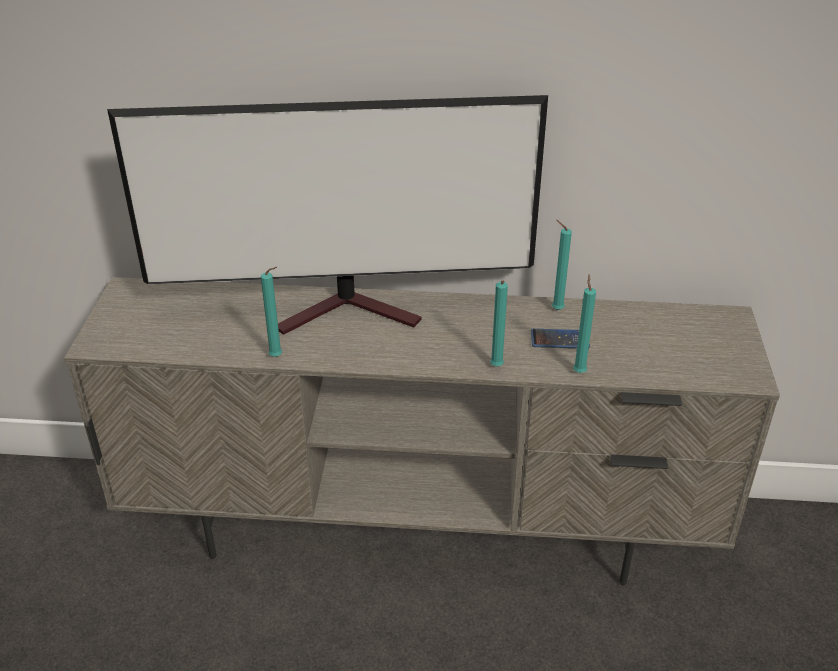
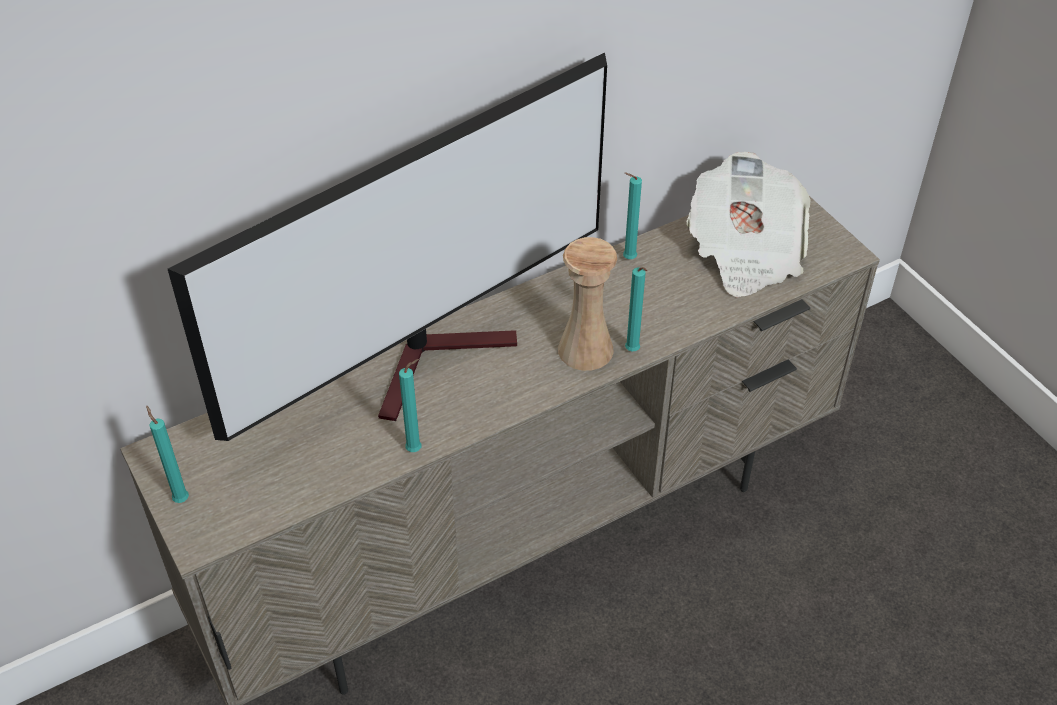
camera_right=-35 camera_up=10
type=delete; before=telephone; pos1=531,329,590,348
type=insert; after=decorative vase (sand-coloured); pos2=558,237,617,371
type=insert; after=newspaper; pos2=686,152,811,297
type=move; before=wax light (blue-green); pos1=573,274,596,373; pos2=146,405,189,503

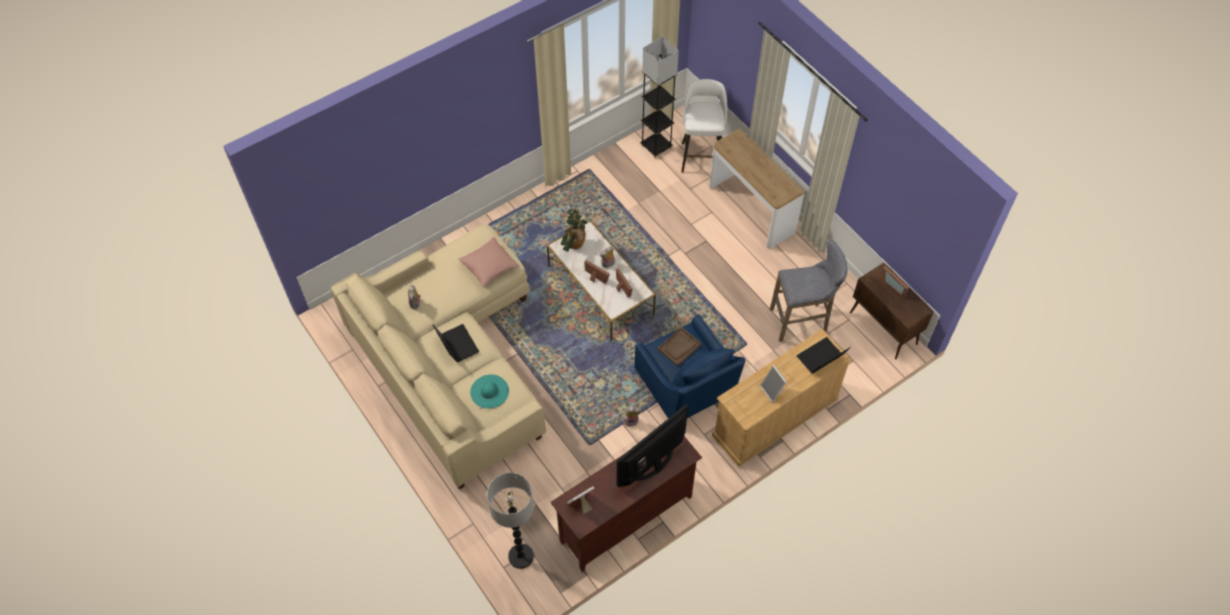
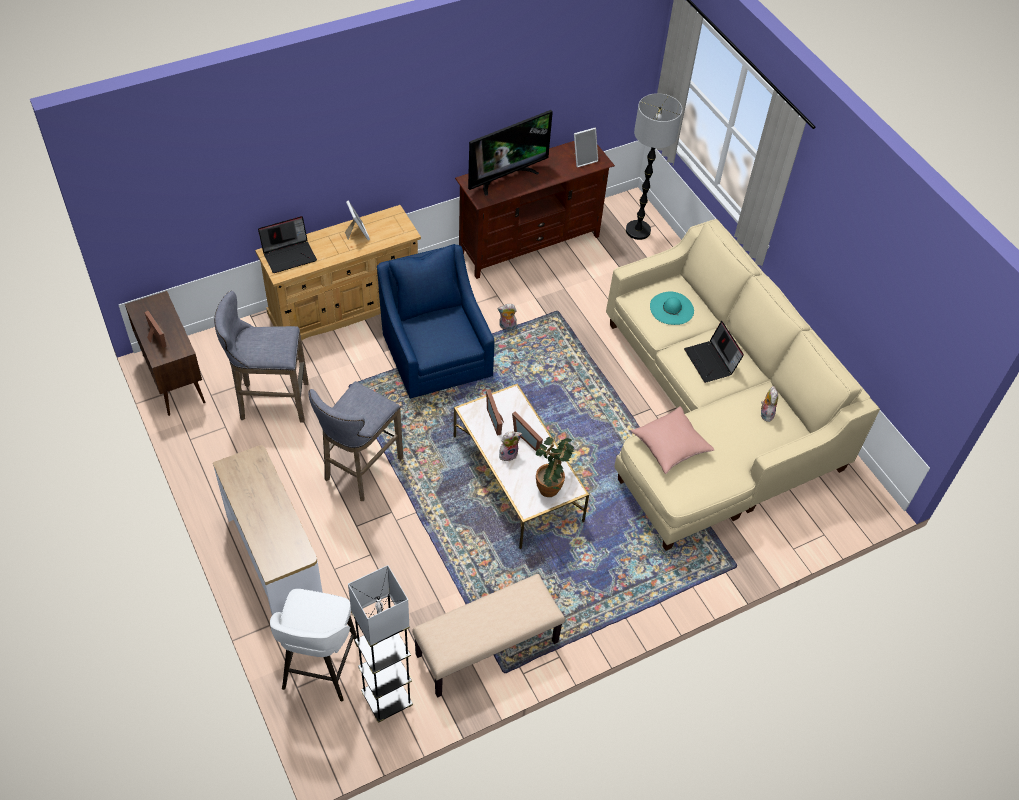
camera_right=-175 camera_up=-5
type=delete; before=serving tray (brownish); pos1=657,327,702,367
type=insert; after=stool seat (grey); pos2=308,381,403,501
type=insert; after=long seat (sand-coloured); pos2=412,574,565,697

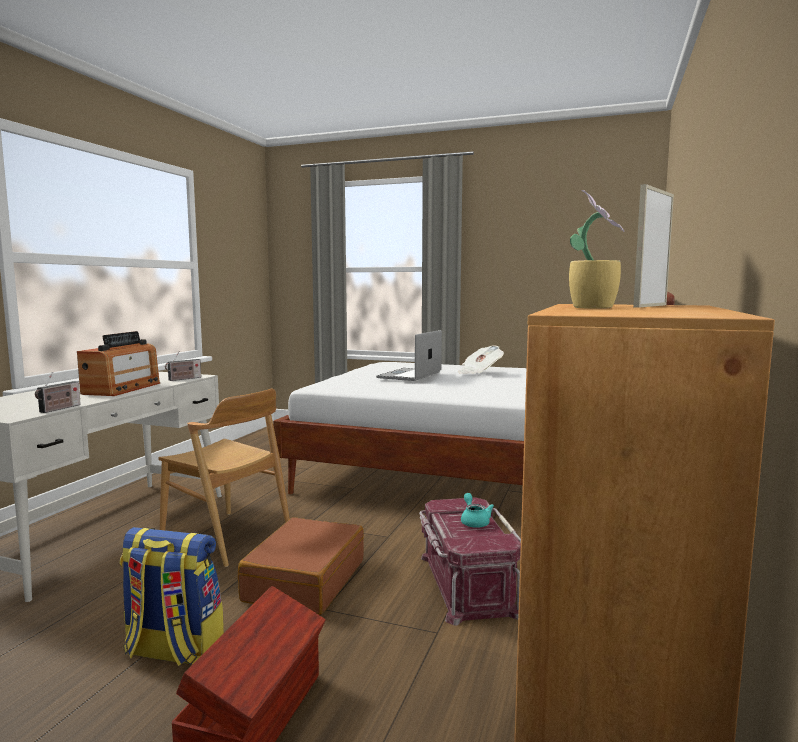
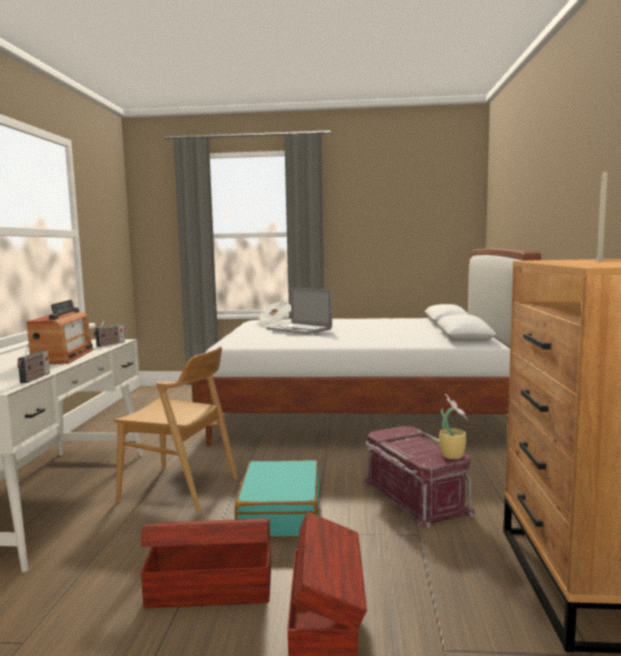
camera_right=-15 camera_up=0
type=delete; before=pot for tea (blue-green); pos1=461,493,494,528
type=move; before=newspaper; pos1=458,345,504,374; pos2=255,301,291,326
type=move; before=potted plant; pos1=569,190,624,309; pos2=439,394,468,459
type=replace; before=backpack; after=storage box (brownish); pos1=120,527,224,666; pos2=141,518,271,608
type=recolor; before=travel case (brownish); after=travel case (blue-green); pos1=238,517,364,615; pos2=235,460,320,538
type=rotate; before=notebook computer; pos1=376,330,442,381; pos2=266,288,332,334; turn=-60

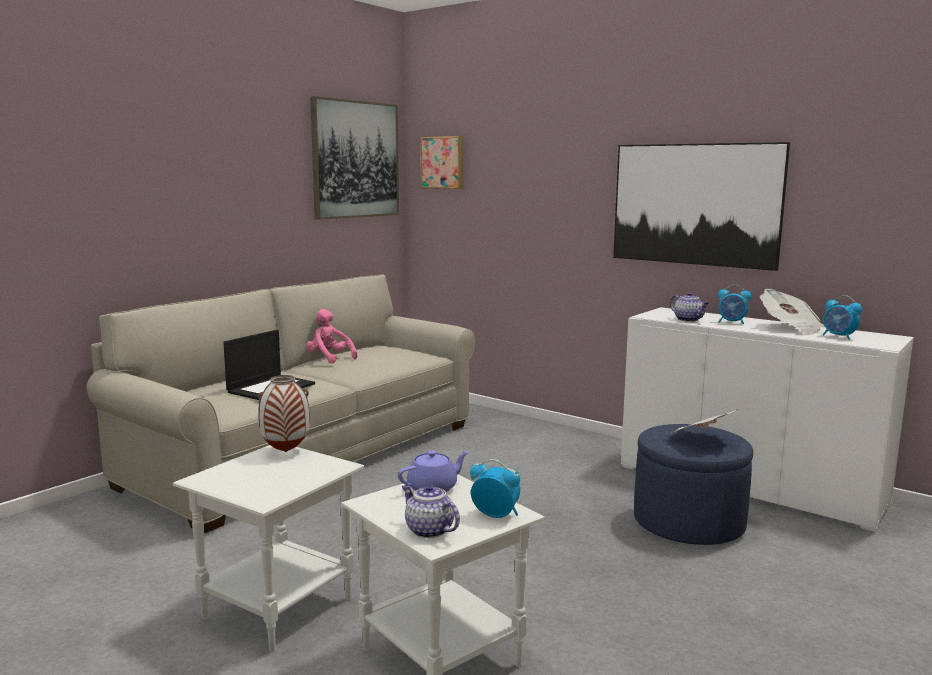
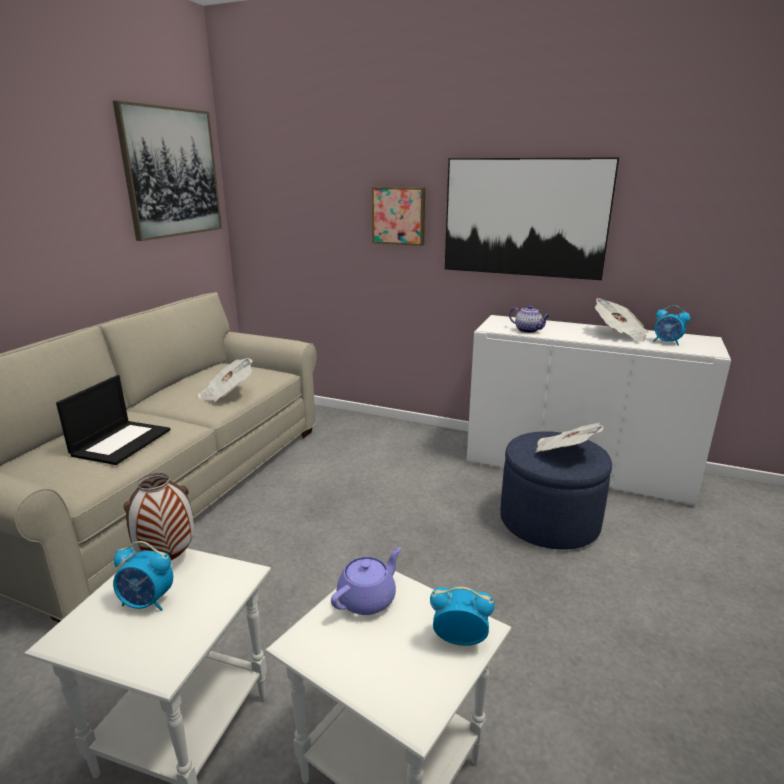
camera_right=-15 camera_up=10
type=delete; before=cuddly toy (pink-coloured); pos1=306,309,358,363
type=delete; before=pot for tea; pos1=402,484,460,538
type=insert; after=newspaper; pos2=197,358,253,401
type=move; before=picture; pos1=420,136,463,189; pos2=372,187,425,246
type=move; before=bedside clock; pos1=718,284,752,324; pos2=113,541,173,611

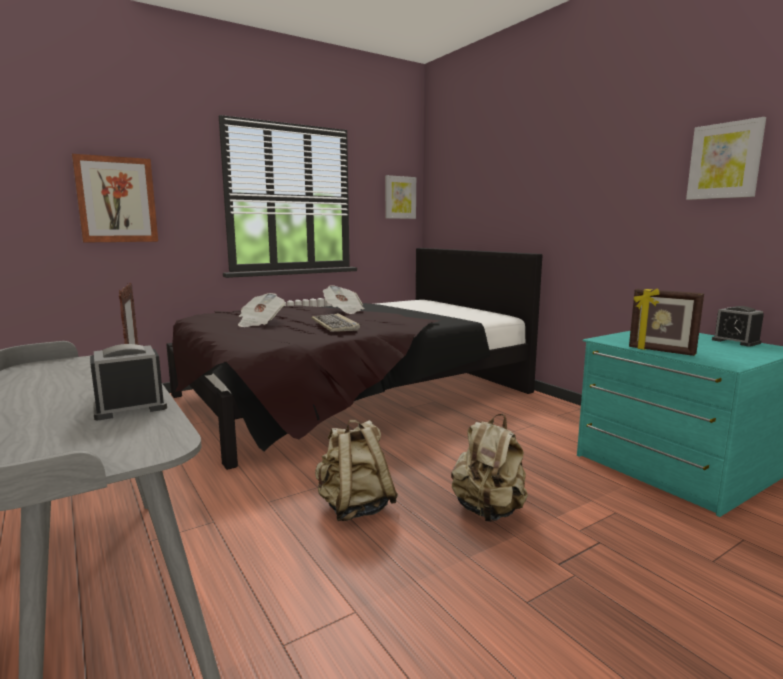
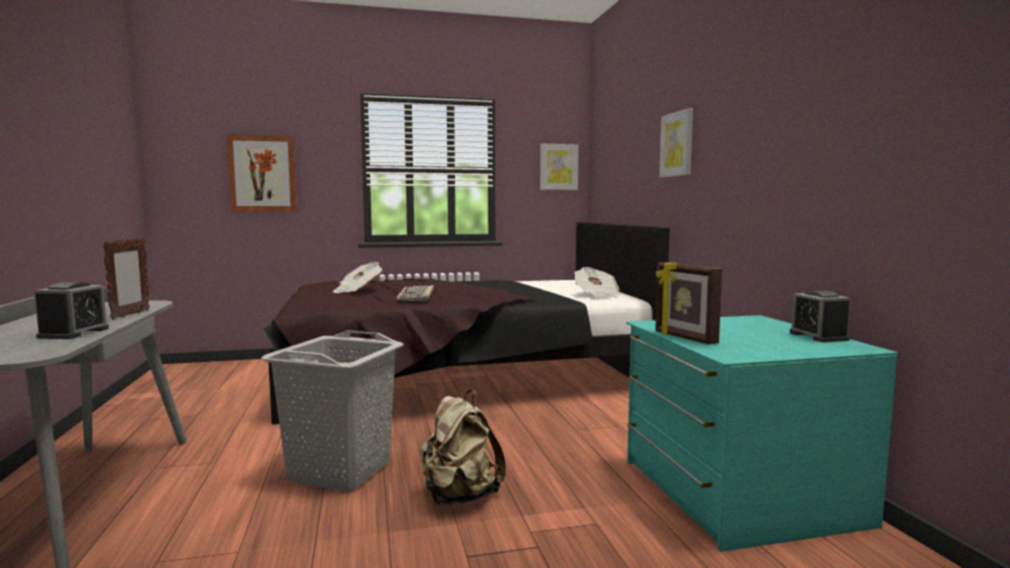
camera_right=20 camera_up=-5
type=move; before=newspaper; pos1=323,285,364,314; pos2=574,267,620,300
type=move; before=picture; pos1=686,117,766,200; pos2=659,108,693,177
type=replace; before=backpack (sand-coloured); after=hamper (grey); pos1=315,420,398,521; pos2=261,330,404,492
type=rotate; before=bedside clock; pos1=90,344,167,420; pos2=34,282,109,339; turn=105

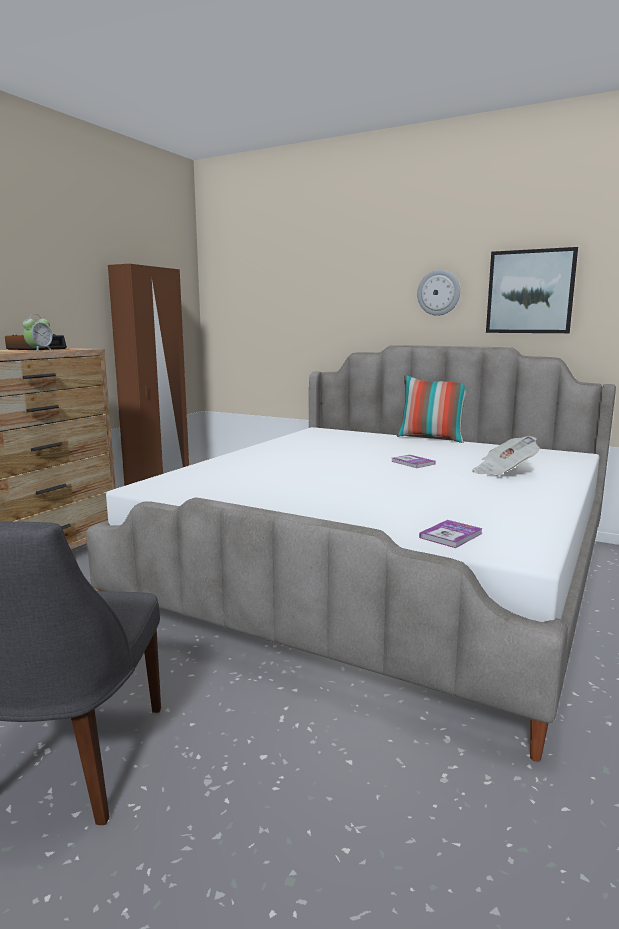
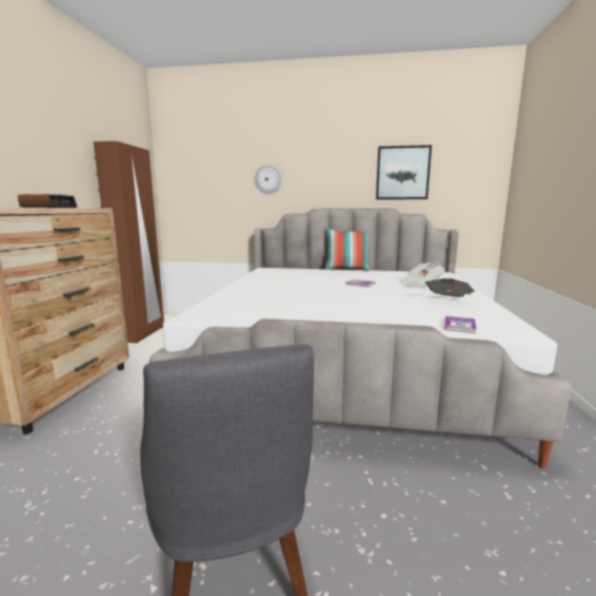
camera_right=-20 camera_up=0
type=delete; before=bedside clock; pos1=22,314,54,351
type=insert; after=newspaper; pos2=425,278,474,297
type=move; before=clock on the wall; pos1=417,270,460,316; pos2=254,165,282,194

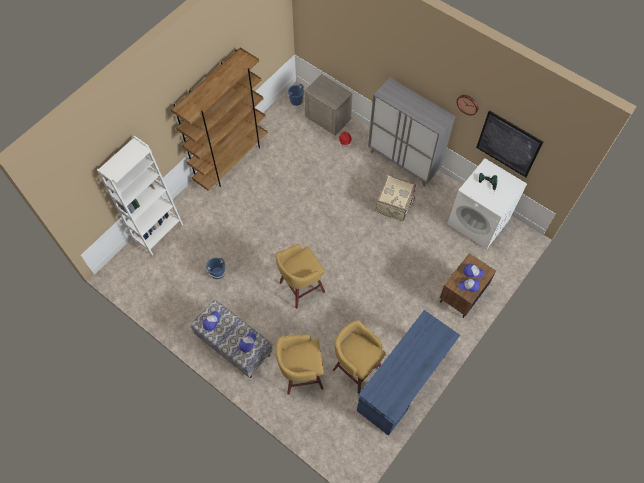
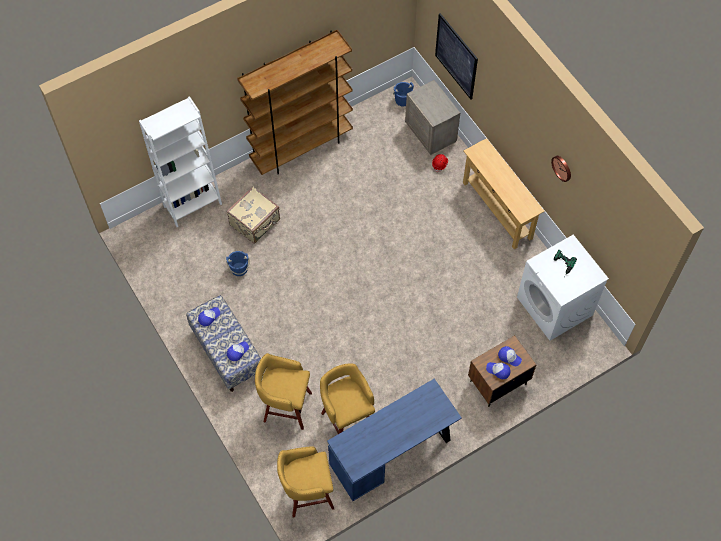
camera_right=20 camera_up=0
type=move; before=stool seat (yellow); pos1=275,244,325,309; pos2=277,446,334,518
type=move; before=travel case (sand-coloured); pos1=375,175,416,221; pos2=226,187,280,244
type=move; before=picture; pos1=476,110,543,177; pos2=435,13,478,100
type=replace; before=storage cabinet (grey); after=hall table (sand-coloured); pos1=368,78,455,187; pos2=463,138,545,249

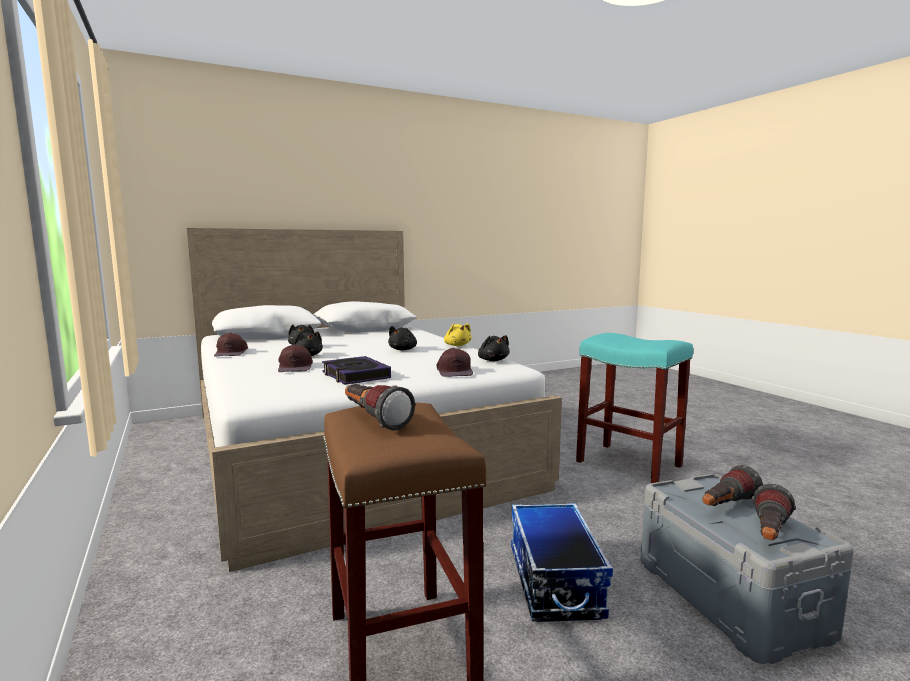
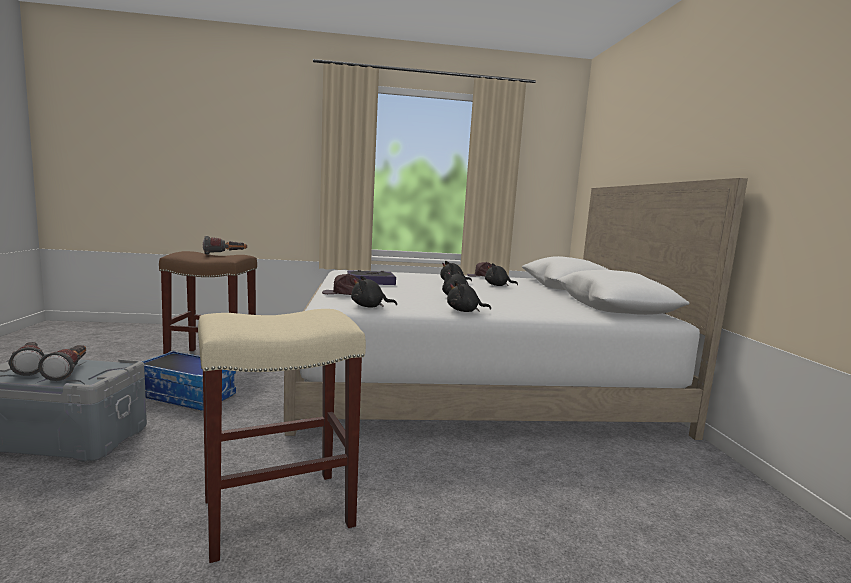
camera_right=110 camera_up=0
type=delete; before=cap (brownish); pos1=278,344,313,372
type=recolor; before=cuddly toy (yellow); after=cuddly toy (blackish); pos1=444,323,471,346; pos2=447,280,491,312
type=recolor; before=stool seat (blue-green); after=stool seat (sand-coloured); pos1=576,333,693,483; pos2=198,309,366,563

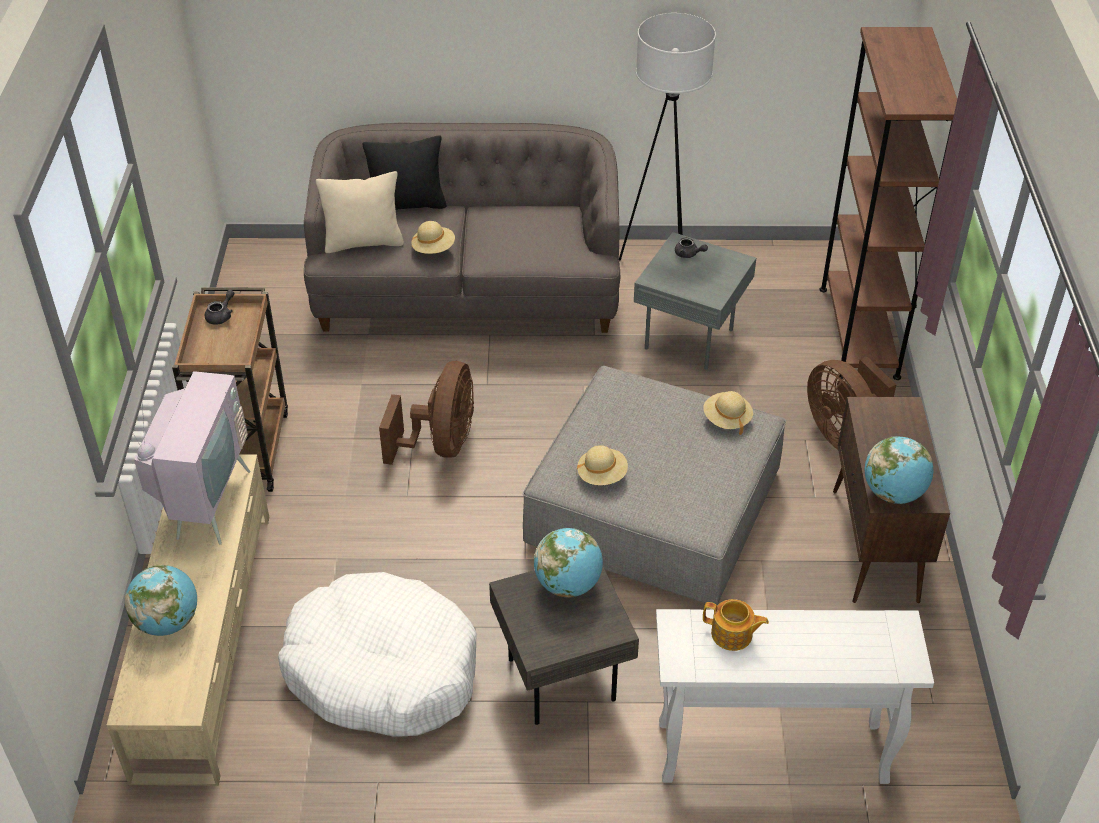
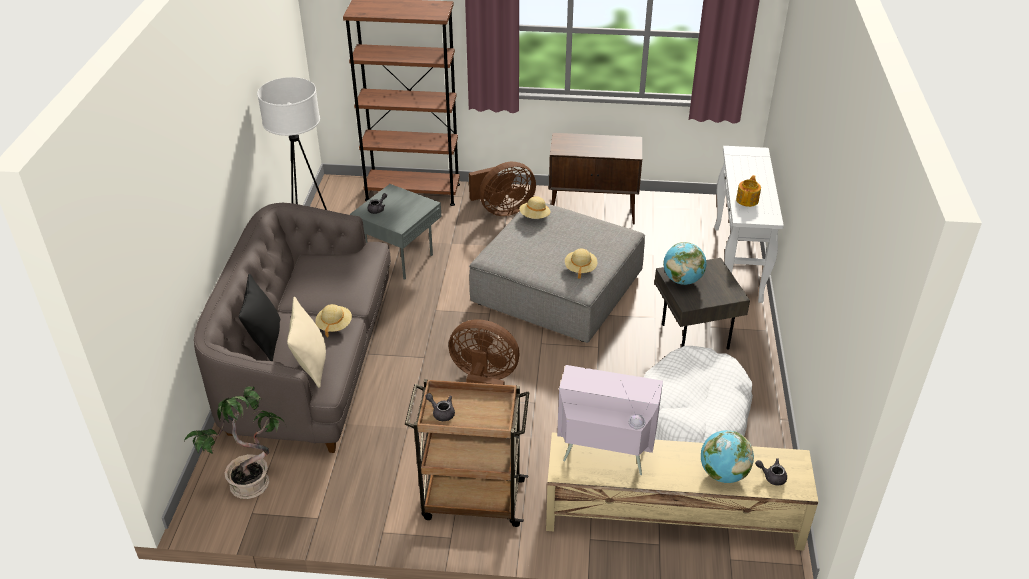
camera_right=-85 camera_up=-5
type=delete; before=desk globe; pos1=865,436,933,504
type=insert; after=potted plant; pos2=184,386,285,499
type=insert; after=pot for tea (grey); pos2=755,458,787,486

